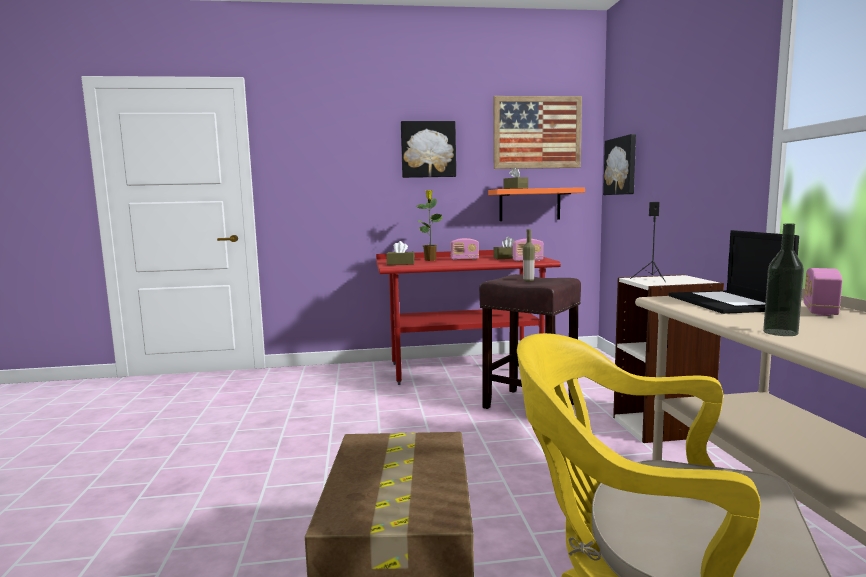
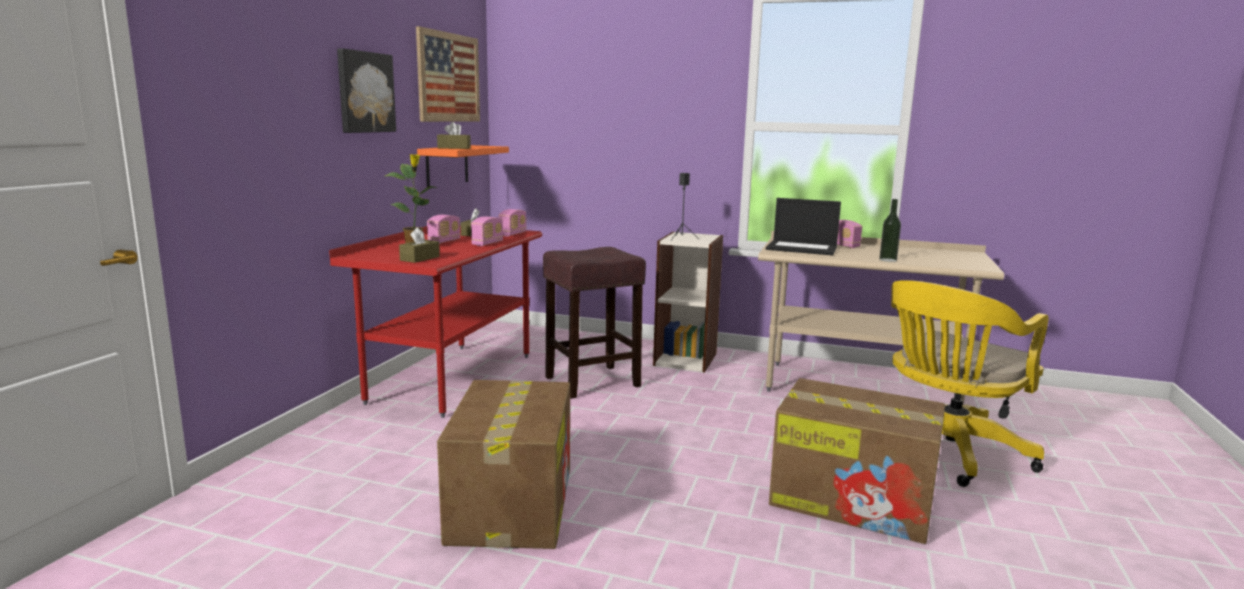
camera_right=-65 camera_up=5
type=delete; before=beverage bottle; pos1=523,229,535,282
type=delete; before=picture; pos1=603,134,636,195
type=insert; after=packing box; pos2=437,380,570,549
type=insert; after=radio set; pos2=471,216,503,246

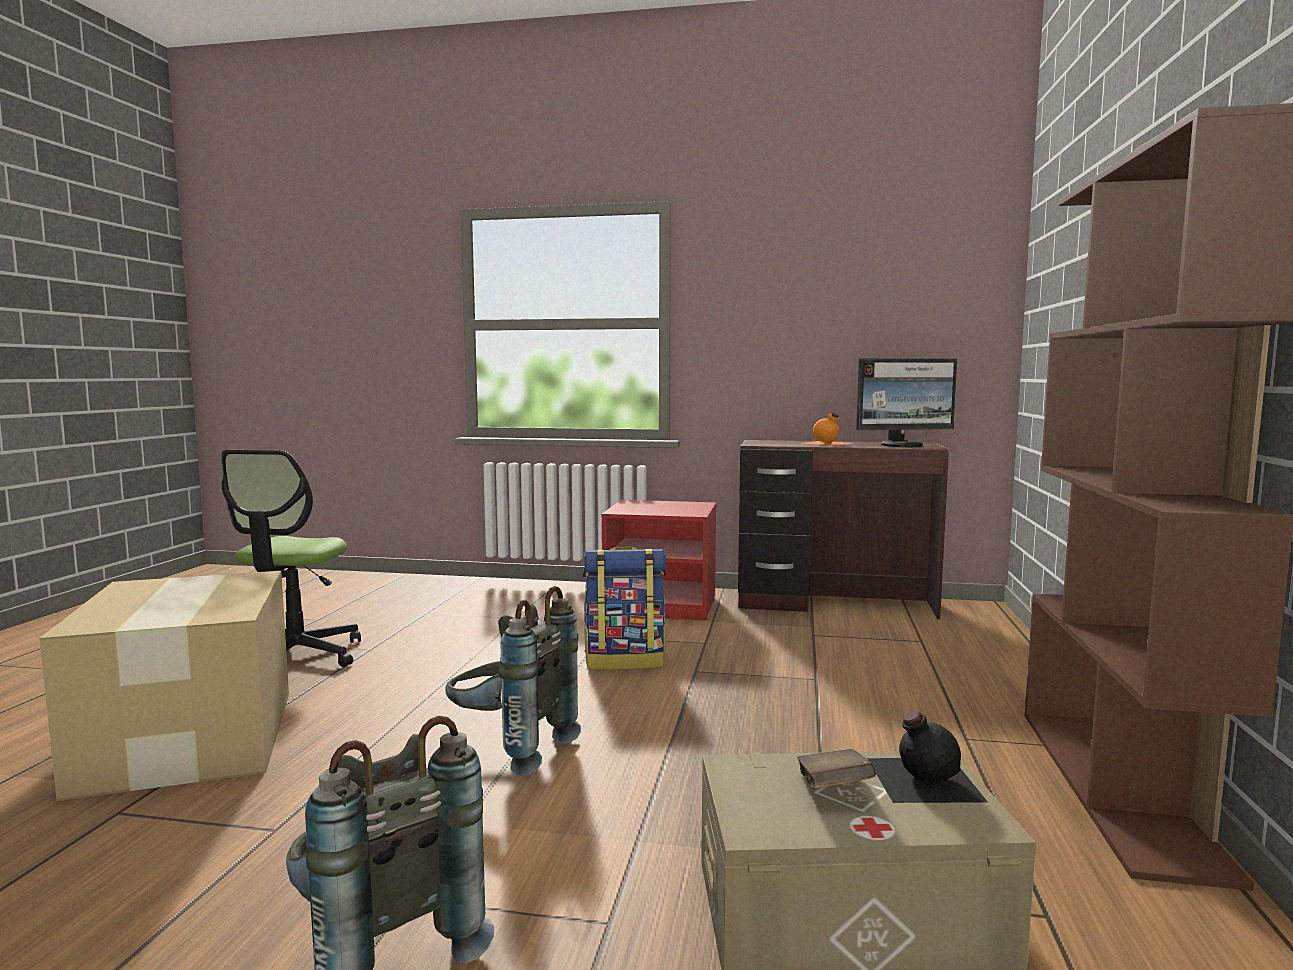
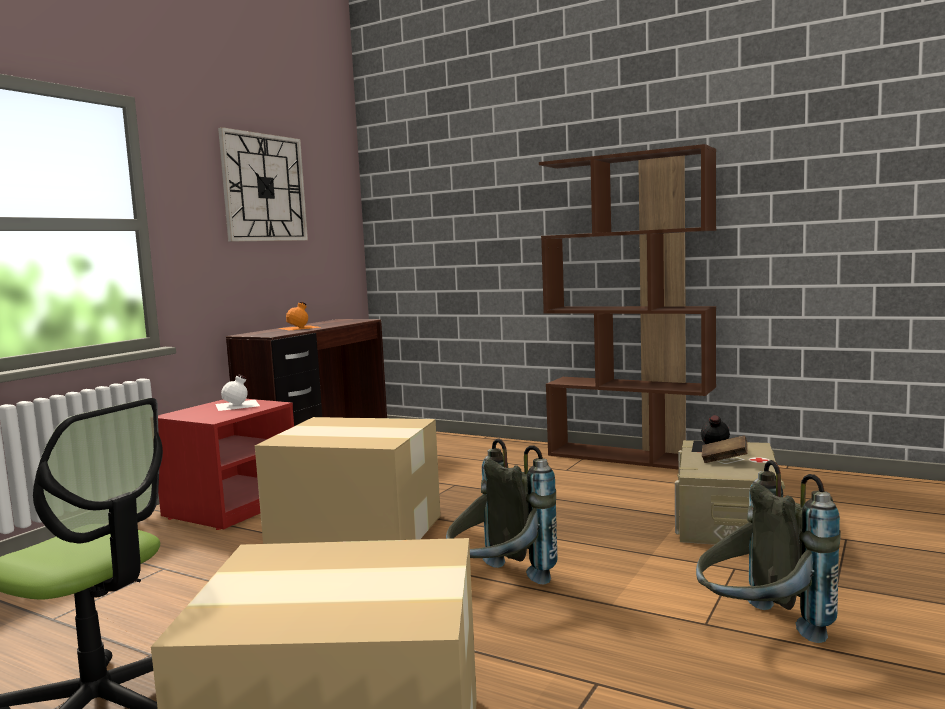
camera_right=-70 camera_up=0
type=delete; before=computer screen; pos1=856,359,957,447
type=insert; after=beverage bottle (white); pos2=216,374,260,411
type=insert; after=clock on the wall; pos2=218,127,308,242
type=replace; before=backpack; after=packing box; pos1=583,547,666,670; pos2=255,417,441,544

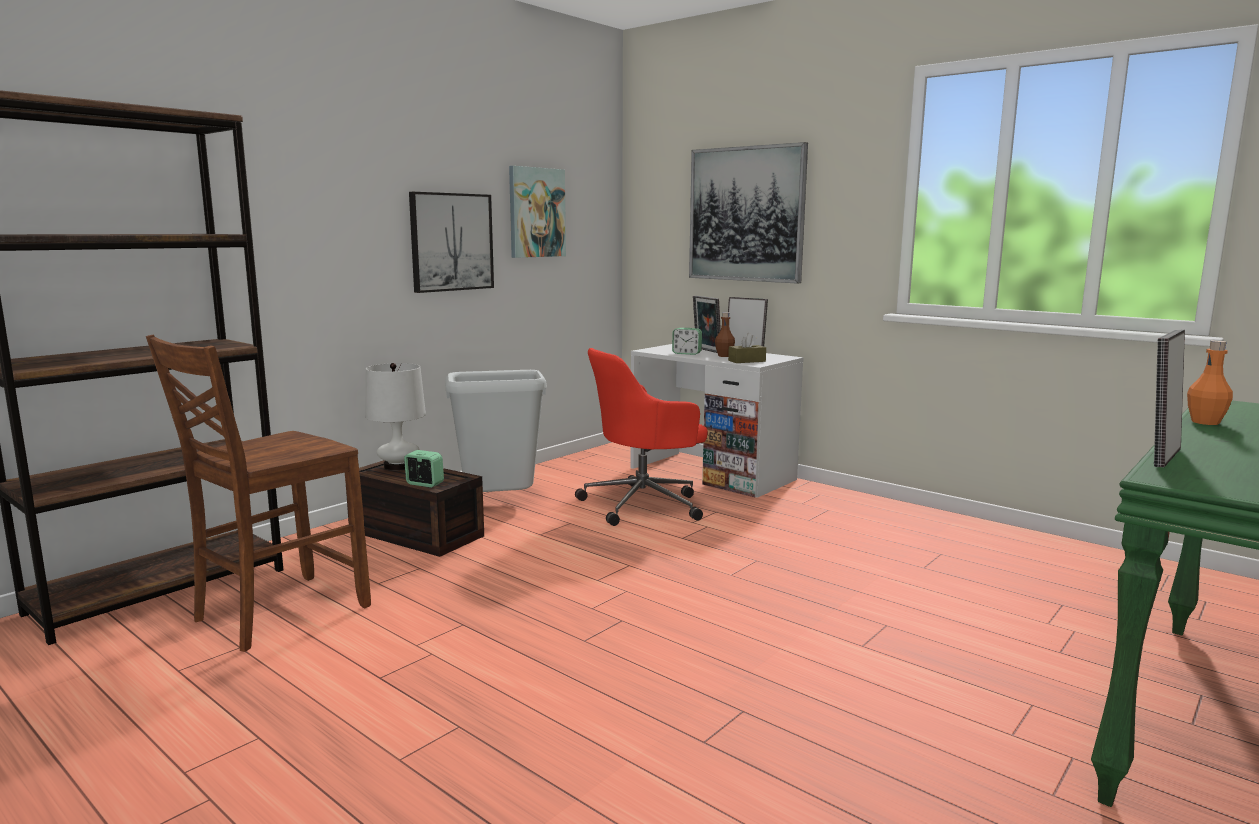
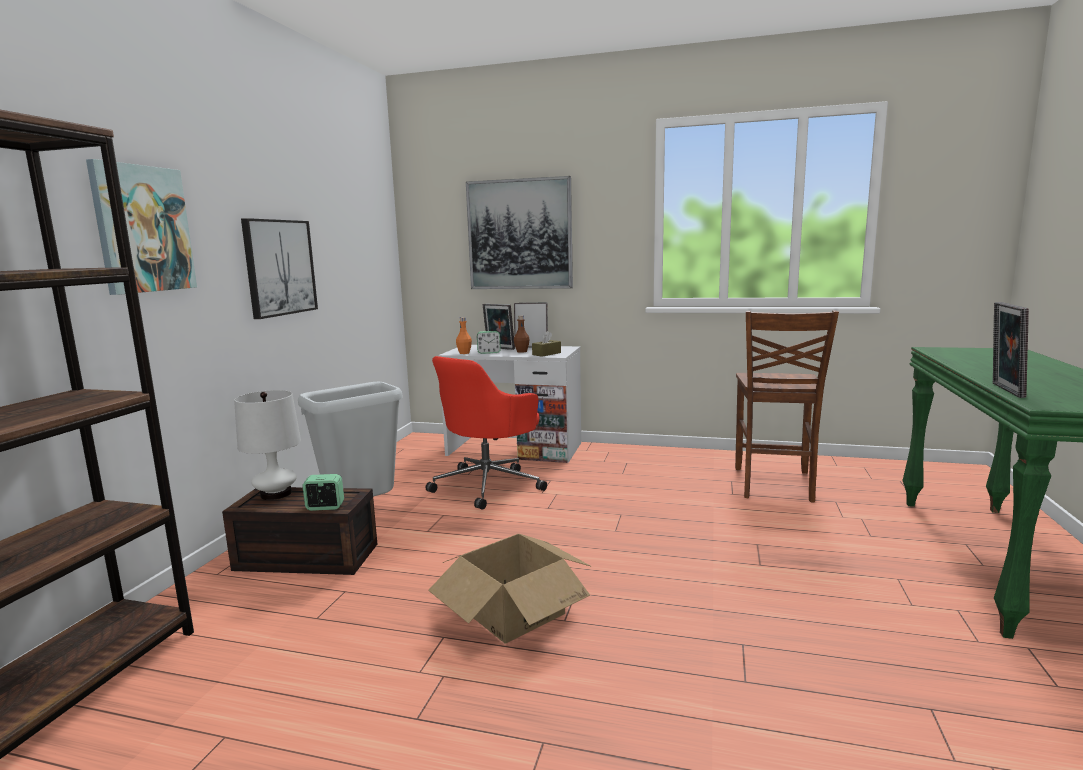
camera_right=-25 camera_up=0
type=insert; after=packing box; pos2=428,534,592,643
type=move; before=upright chair (brownish); pos1=146,335,371,652; pos2=735,311,839,503
type=move; before=picture; pos1=509,166,566,258; pos2=86,159,197,295
type=move; before=beverage bottle (orange); pos1=1187,340,1233,425; pos2=456,317,472,354

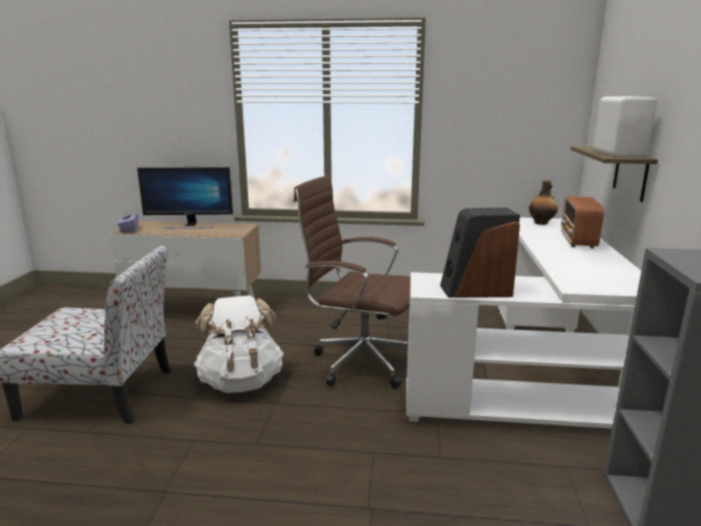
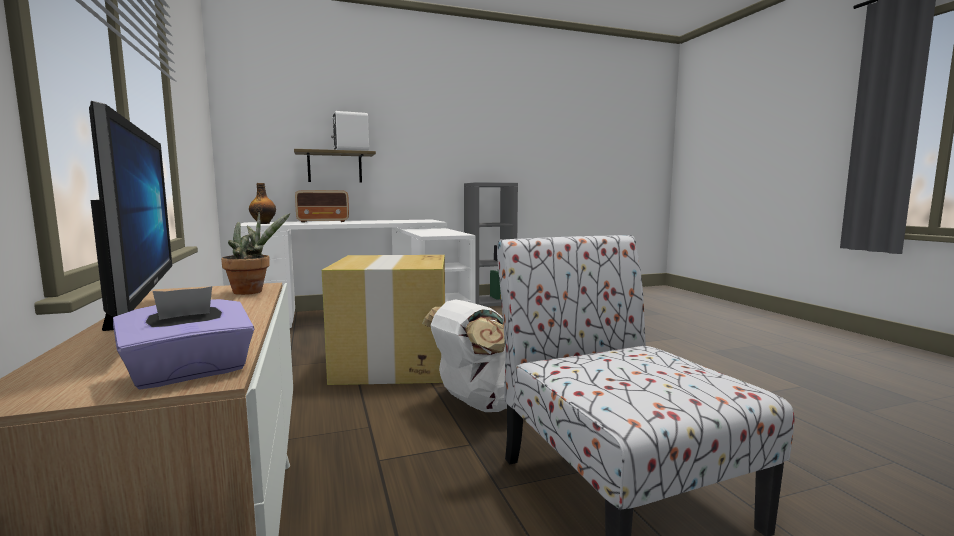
camera_right=-115 camera_up=-10
type=delete; before=speaker; pos1=440,207,520,298
type=insert; after=potted plant; pos2=221,212,290,295
type=replace; before=office chair (brownish); after=packing box; pos1=294,175,411,388; pos2=322,255,445,385

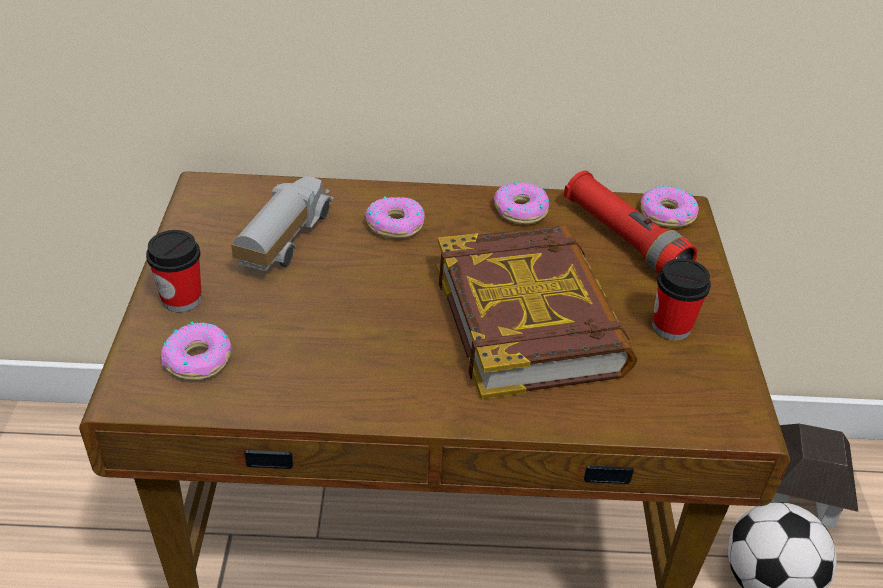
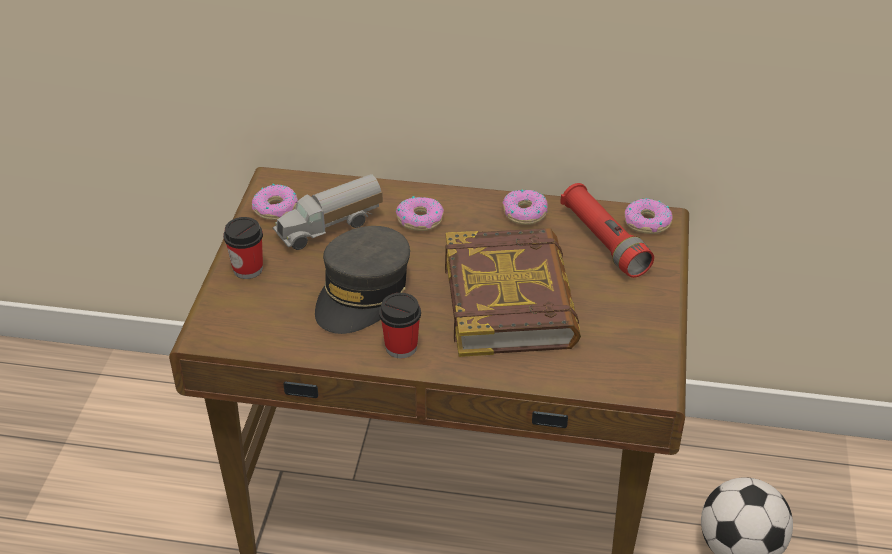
camera_right=10 camera_up=0
type=delete; before=miniature house; pos1=771,424,858,527
type=insert; after=cap (grey); pos2=315,226,410,334
type=move; before=ring doughnut; pos1=161,322,232,380; pos2=252,184,298,220
type=move; before=small cup; pos1=652,258,711,340; pos2=379,293,421,358
type=rotate; before=model truck; pos1=231,176,334,271; pos2=273,174,383,250; turn=-150

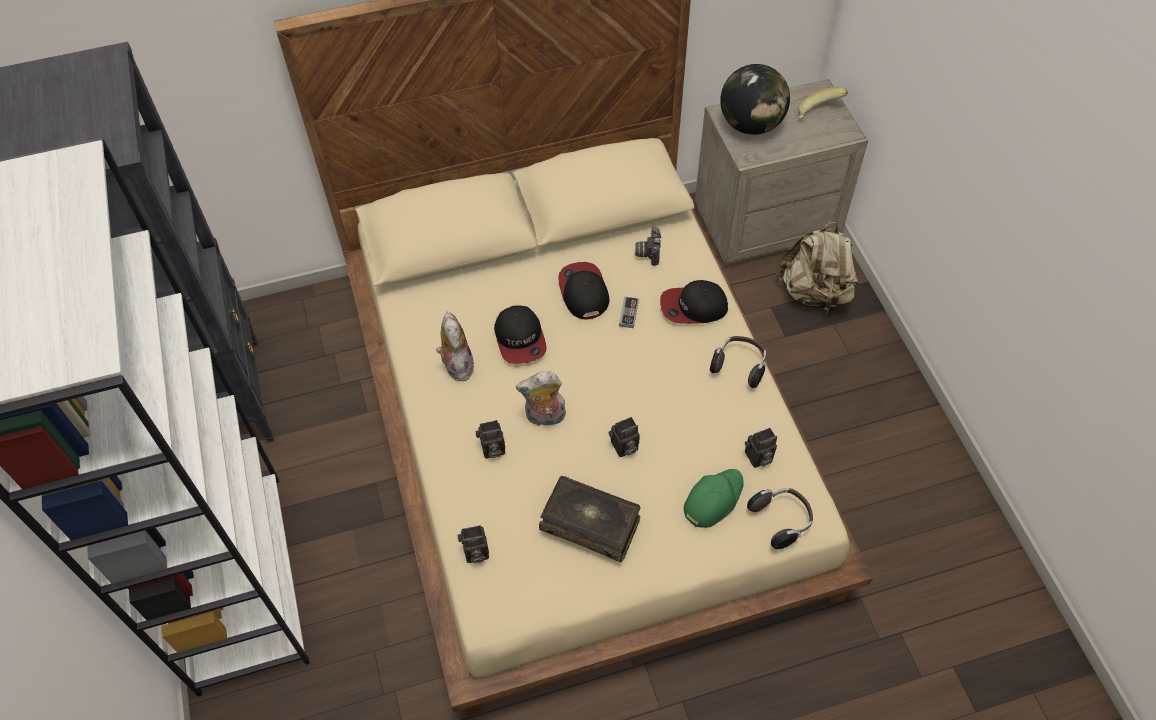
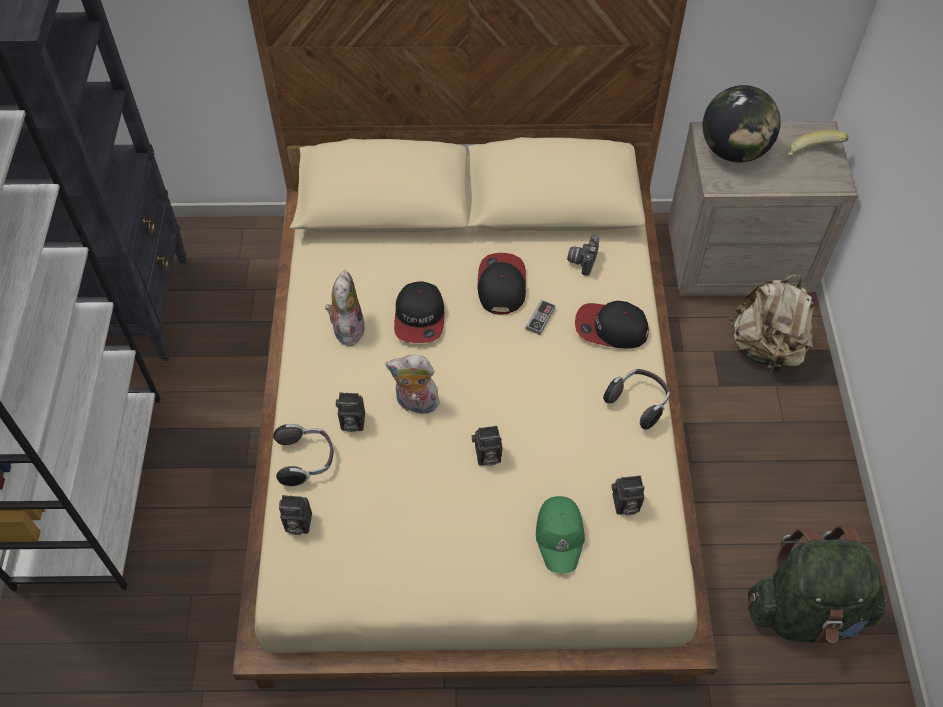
camera_right=15 camera_up=0
type=delete; before=volume; pos1=539,476,640,562
type=insert; after=backpack (green); pos2=748,526,887,643
type=move; before=headphones; pos1=747,488,813,549; pos2=273,424,333,486
type=rotate; before=cap (green); pos1=684,469,744,528; pos2=536,496,585,574; turn=120

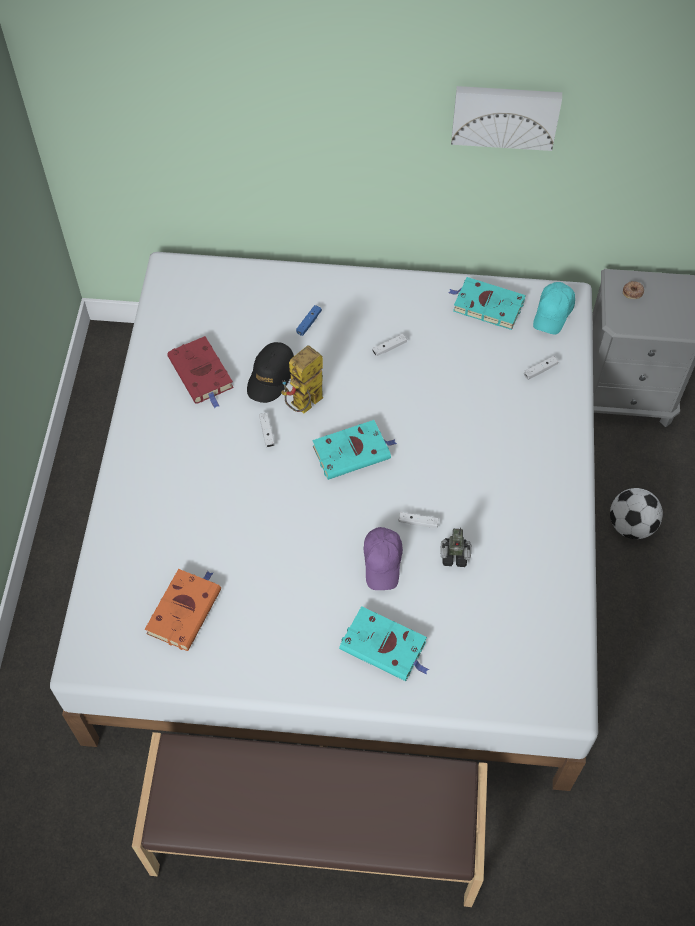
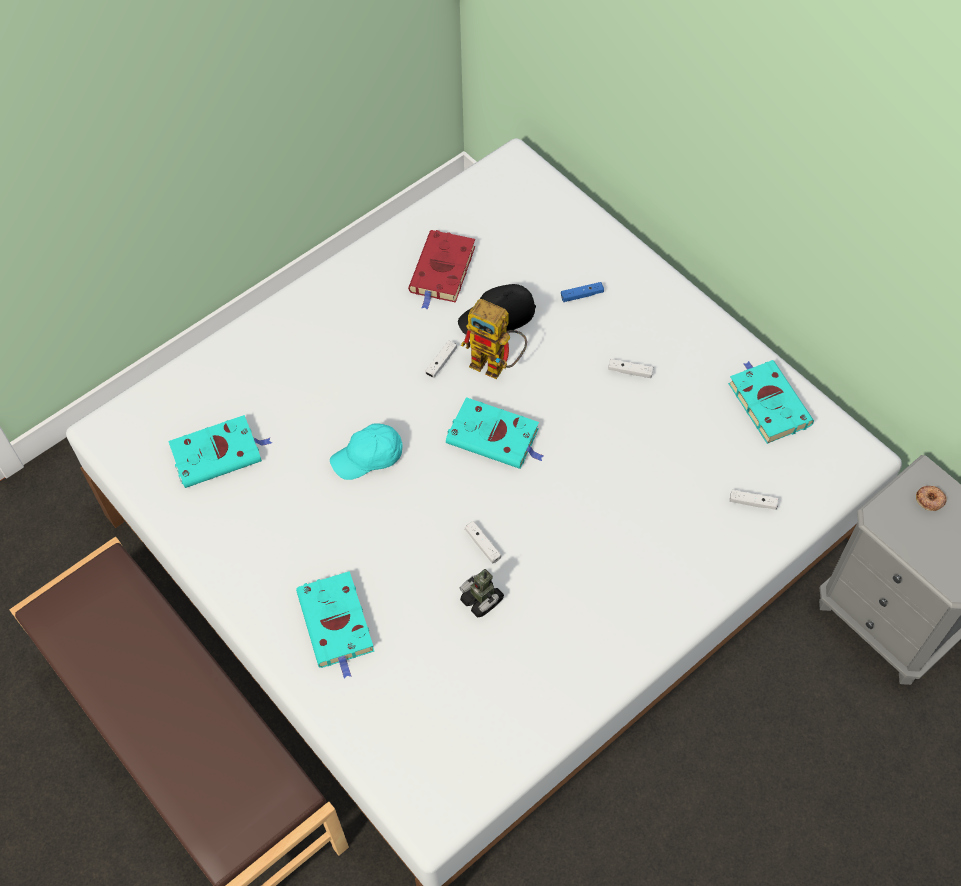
camera_right=45 camera_up=0
type=delete; before=cap (purple-coloured); pos1=364,527,403,590
type=delete; before=picture; pos1=451,86,562,151
type=delete; before=ball for football; pos1=610,488,663,539
type=move; before=cap (blue-green); pos1=533,282,575,334; pos2=330,423,403,480
type=recolor; before=volume (orange); after=volume (blue-green); pos1=145,569,221,651; pos2=168,415,272,488
type=rotate; before=model robot; pos1=281,345,323,414; pos2=461,299,527,379; turn=-150

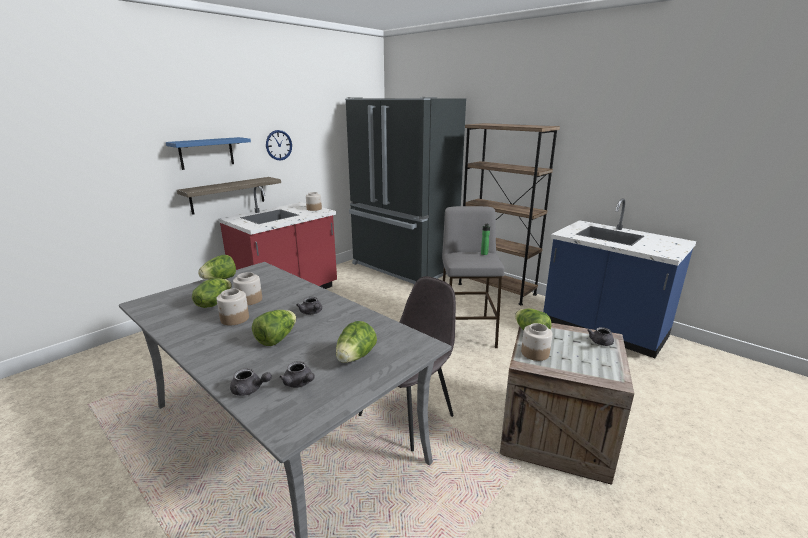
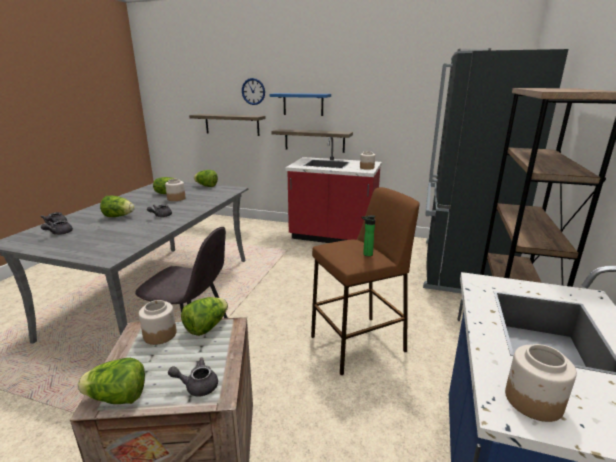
camera_right=65 camera_up=0
type=insert; after=wall shelf; pos2=189,114,265,136
type=move; before=storage jar; pos1=216,289,249,325; pos2=505,344,577,422
type=move; before=clock on the wall; pos1=266,130,292,160; pos2=242,78,265,105
type=move; before=head of lettuce; pos1=336,321,377,363; pos2=78,358,145,404
type=recolor; before=stool seat (grey); after=stool seat (brownish); pos1=442,206,505,348; pos2=311,187,420,375

